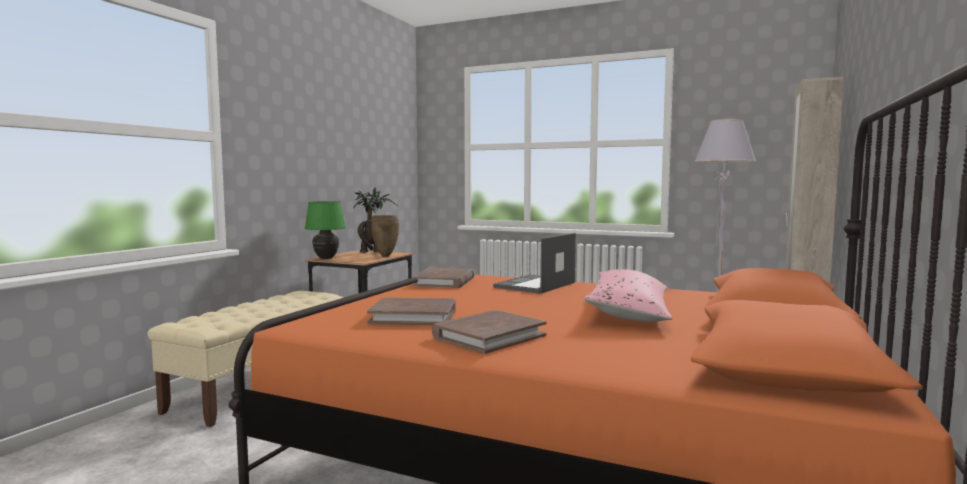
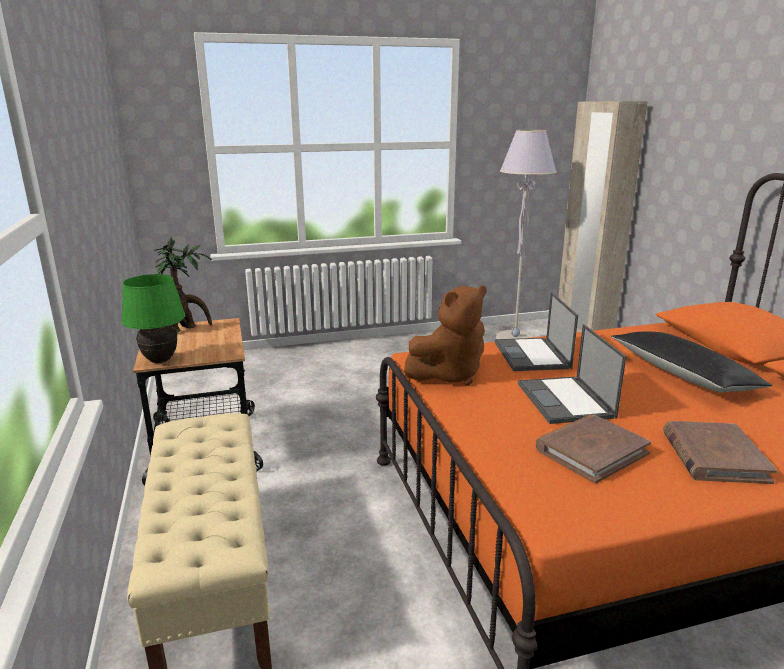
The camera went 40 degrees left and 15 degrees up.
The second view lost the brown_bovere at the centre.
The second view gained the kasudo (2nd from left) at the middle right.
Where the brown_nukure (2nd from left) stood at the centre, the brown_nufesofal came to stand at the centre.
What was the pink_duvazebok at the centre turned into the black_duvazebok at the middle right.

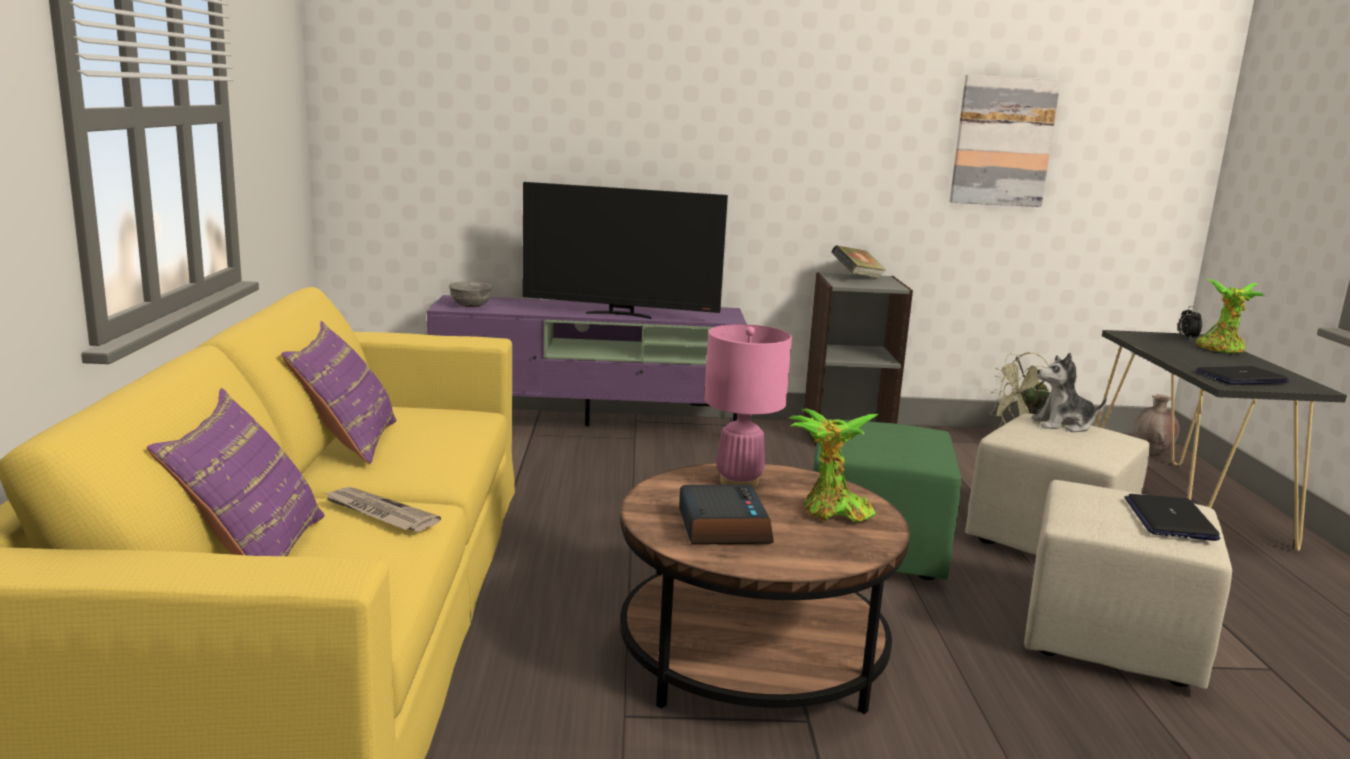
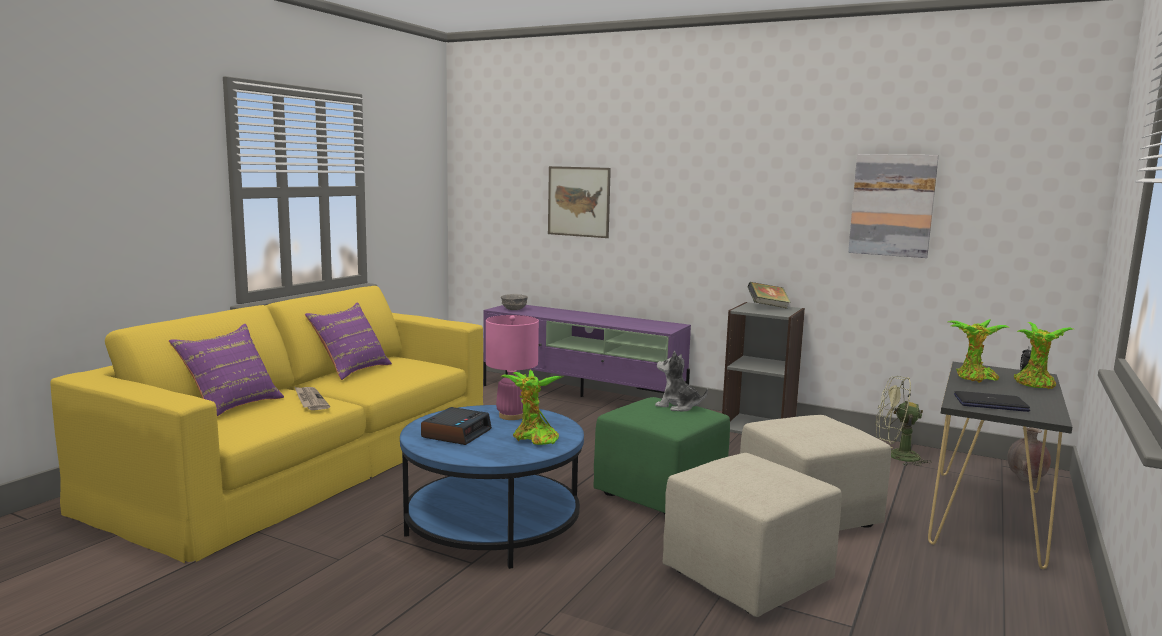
The camera went 30 degrees right and 5 degrees down.
The second view lost the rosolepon at the top centre.
The second view lost the kasudo (1st from left) at the bottom right.
The second view gained the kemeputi (1st from left) at the top centre.
The second view gained the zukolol (2nd from left) at the middle right.
The nufesofal ended up elsewhere, having gone from the middle right to the centre.
What was the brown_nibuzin at the bottom centre turned into the blue_nibuzin at the bottom centre.

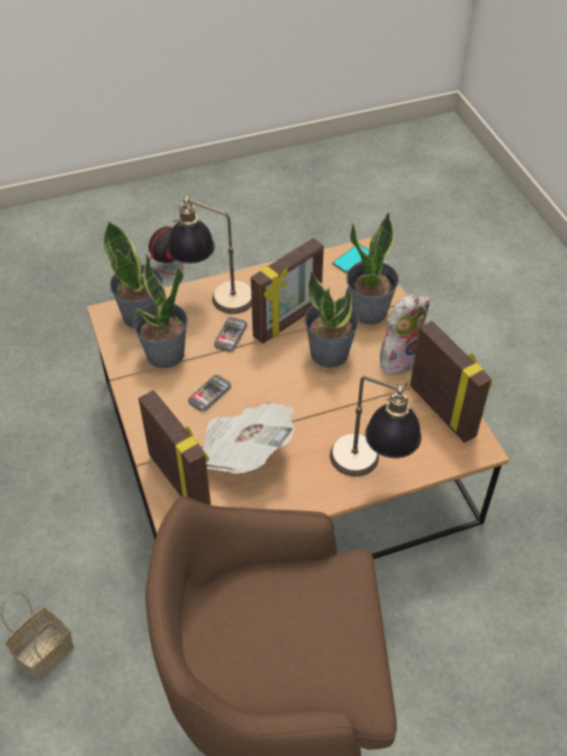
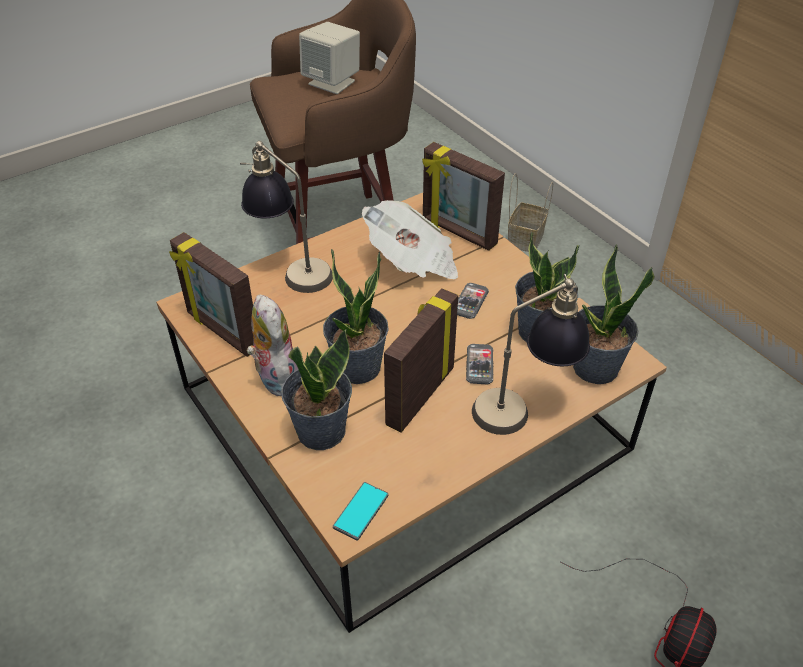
The camera went 165 degrees right and 5 degrees down.
The second view gained the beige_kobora at the top centre.
The nufesofal at the middle right ended up facing another way, 120 degrees clockwise from before.

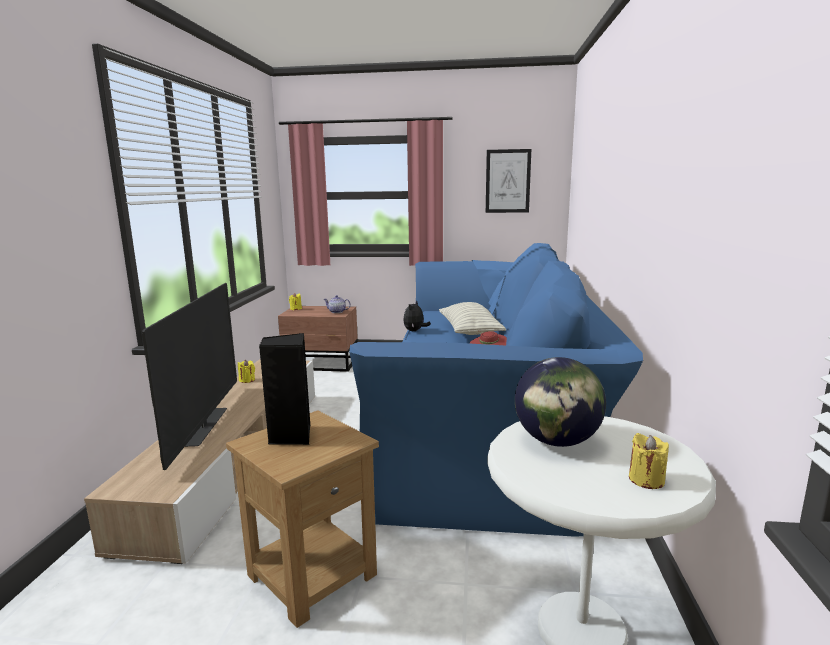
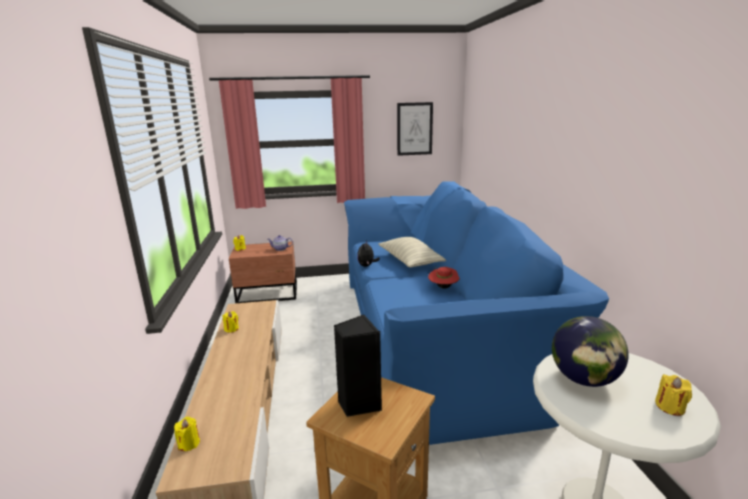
The camera went 15 degrees left and 5 degrees up.
The second view lost the rosolepon at the middle left.
The second view gained the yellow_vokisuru (1st from left) at the bottom left.

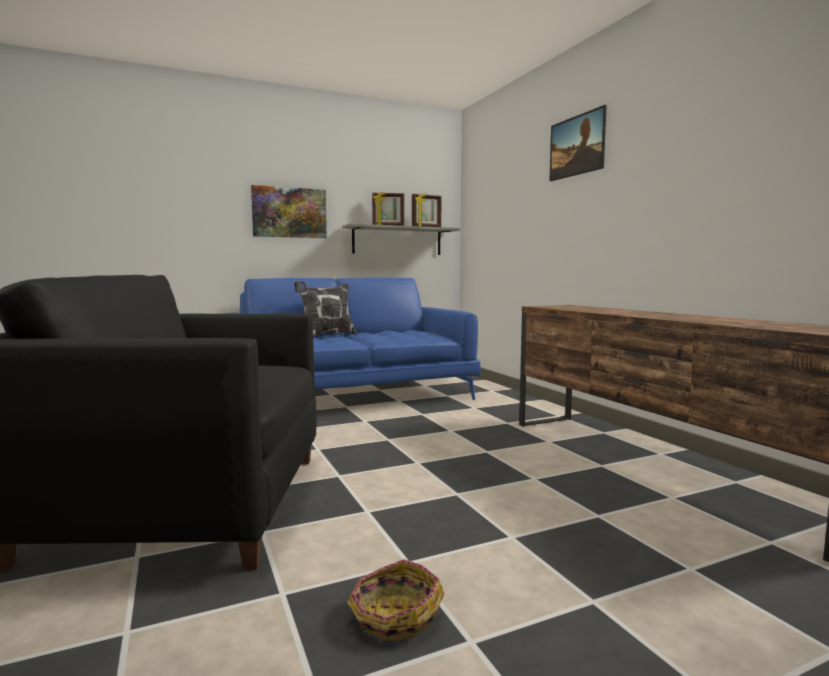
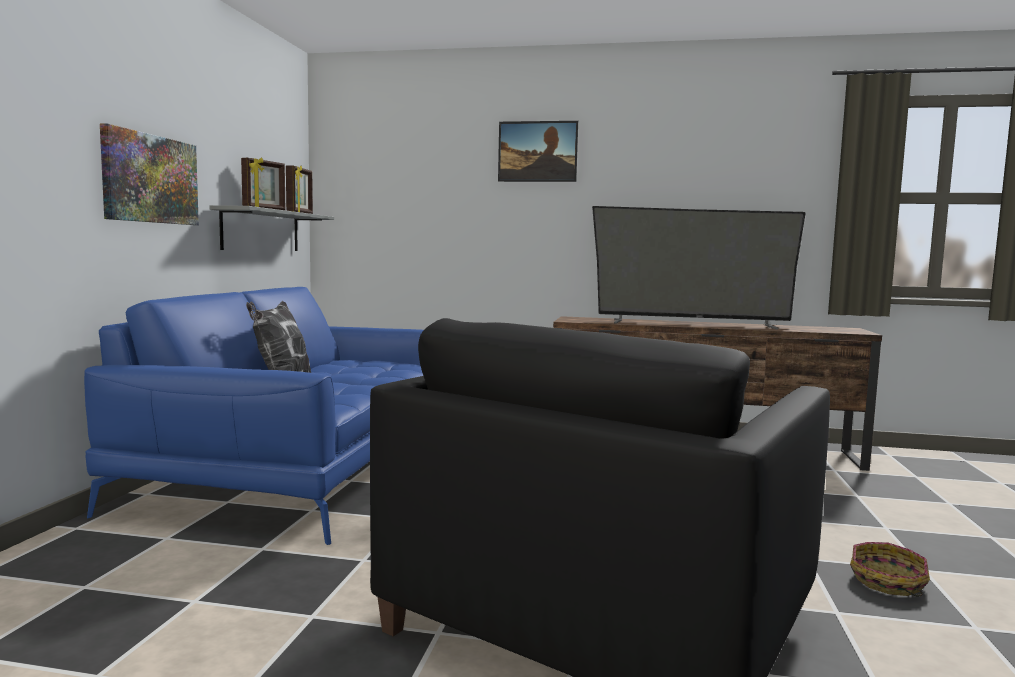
The camera went 55 degrees left and 0 degrees up.
The second view gained the rosolepon at the middle right.

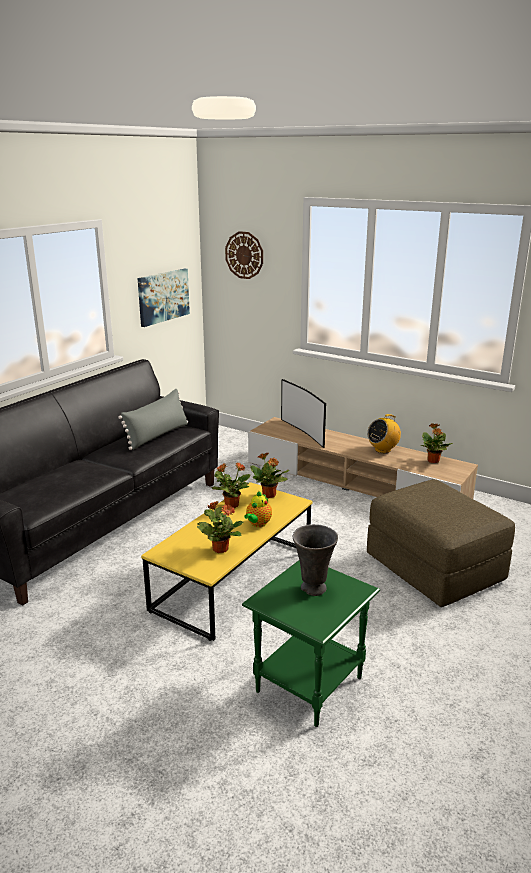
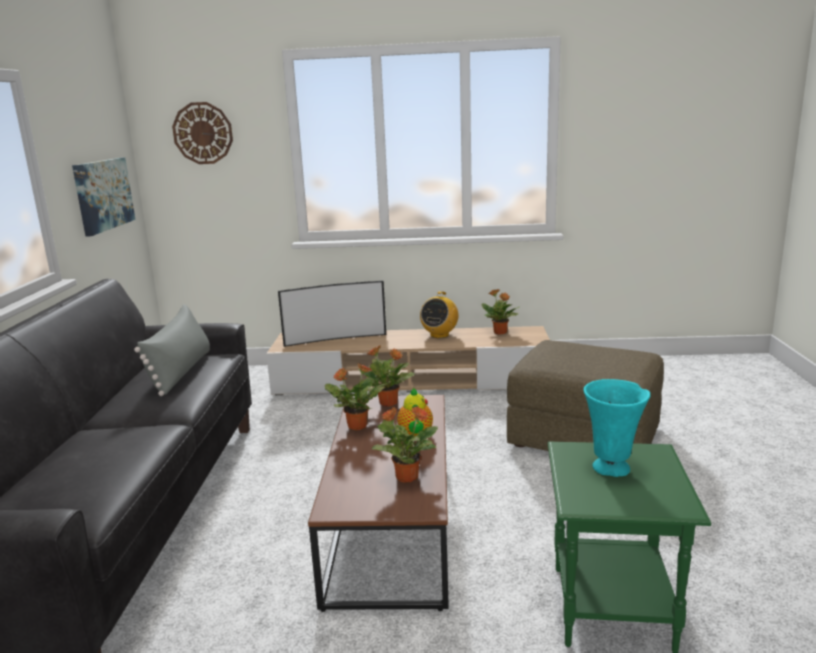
The camera went 30 degrees left and 5 degrees down.
What was the yellow_nibuzin at the centre turned into the brown_nibuzin at the bottom centre.
What was the grey_bovere at the centre turned into the turquoise_bovere at the middle right.
The rosolepon at the centre ended up facing another way, 45 degrees counterclockwise from before.

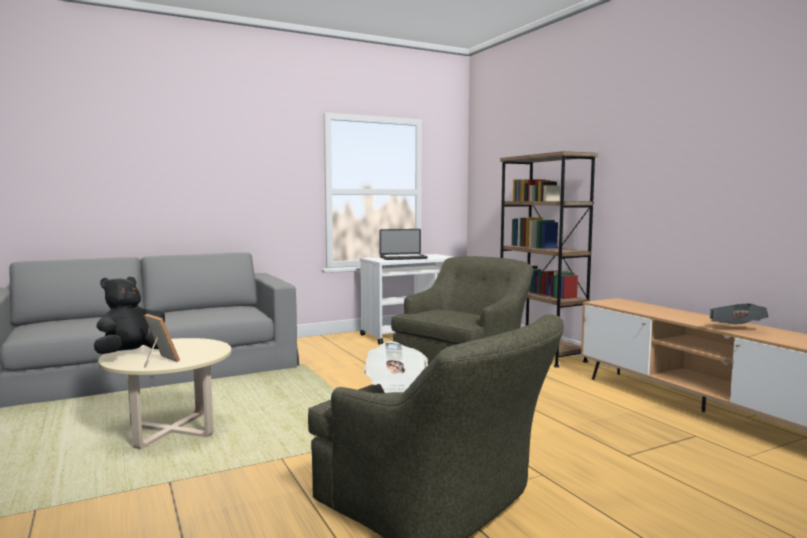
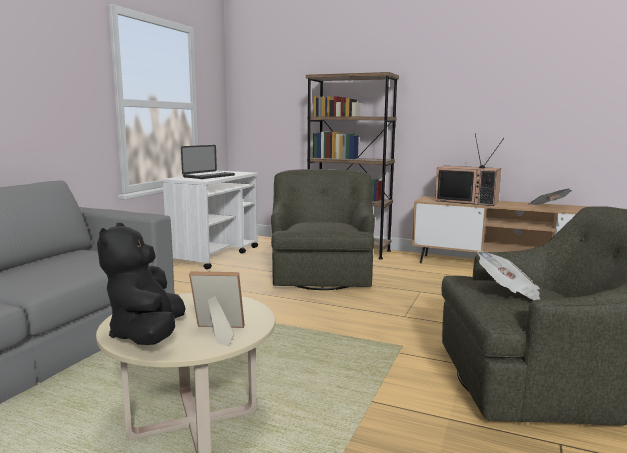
The camera went 40 degrees left and 5 degrees up.
The second view gained the rosolepon at the middle right.

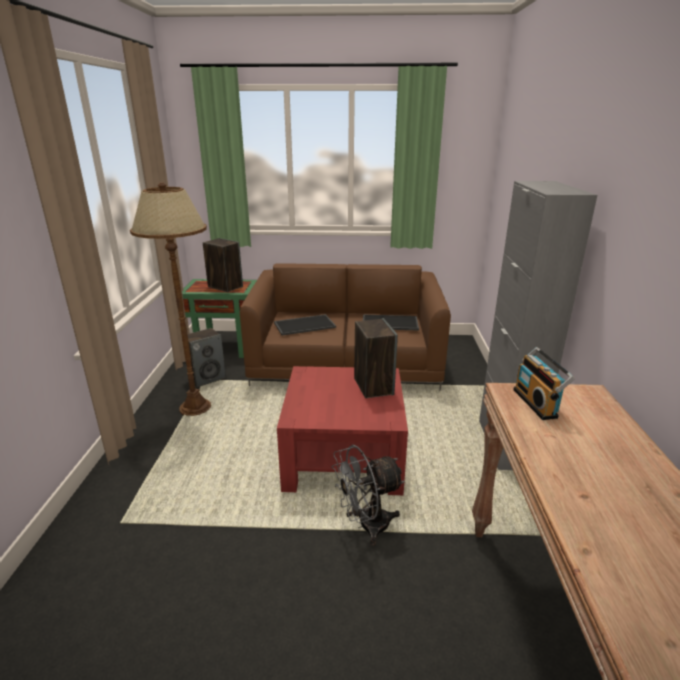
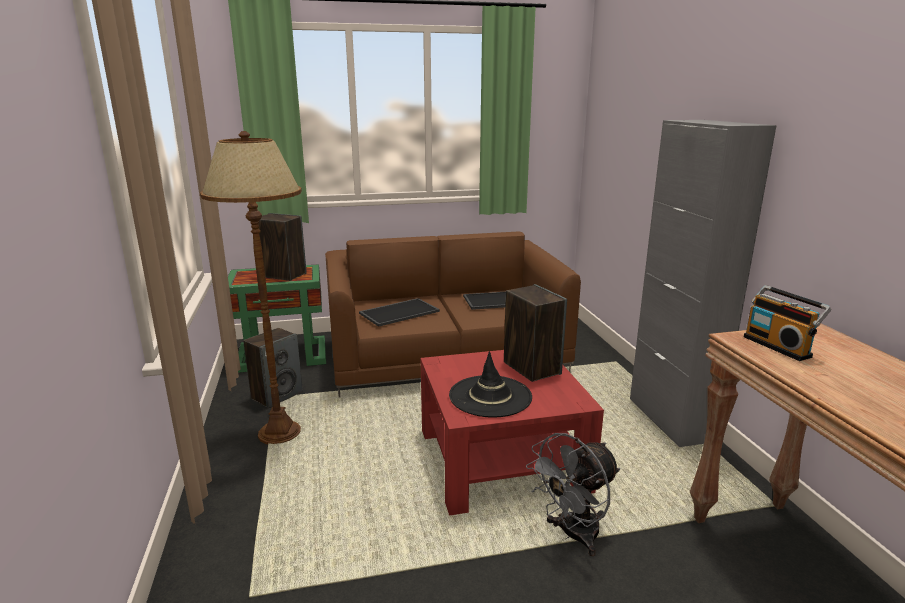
The camera went 15 degrees left and 5 degrees down.
The second view gained the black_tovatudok at the centre.

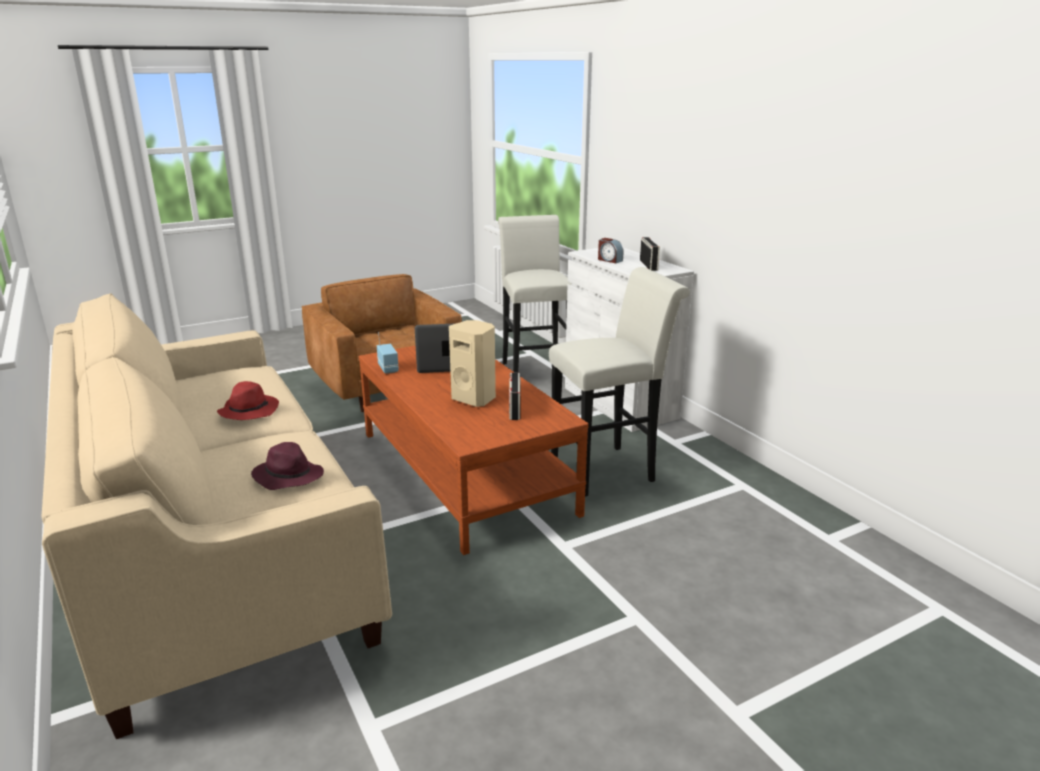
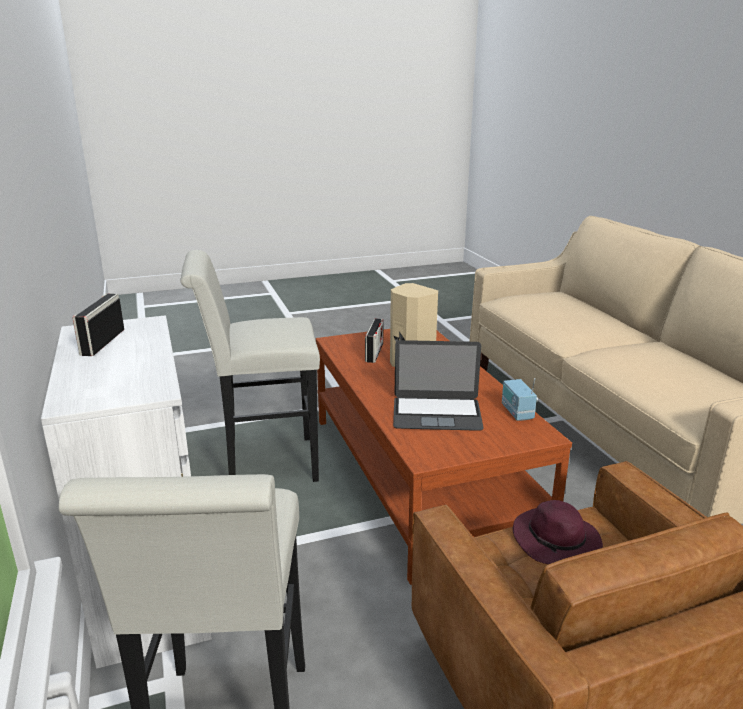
The camera went 170 degrees left and 0 degrees up.
The second view lost the red_tovatudok at the middle left.
The second view lost the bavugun at the top centre.
The purple_tovatudok ended up elsewhere, having gone from the middle left to the bottom right.

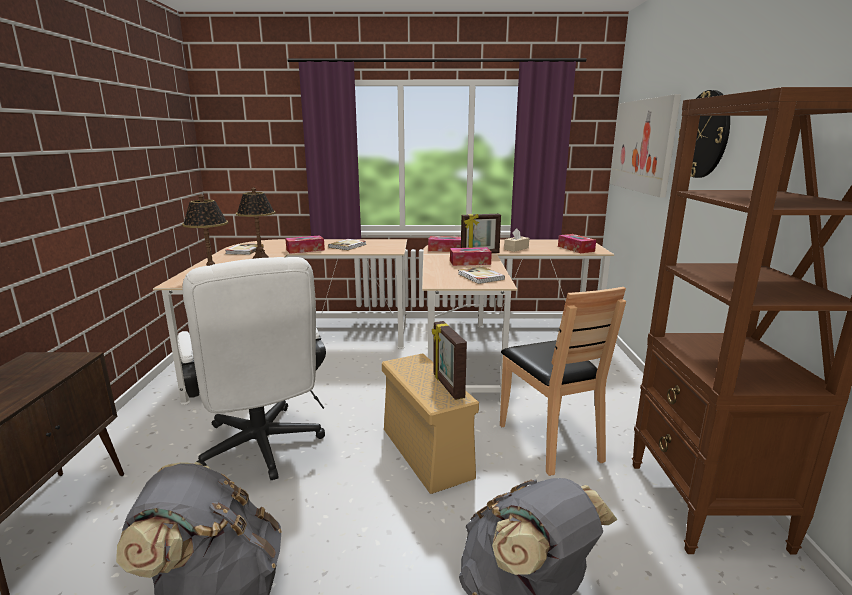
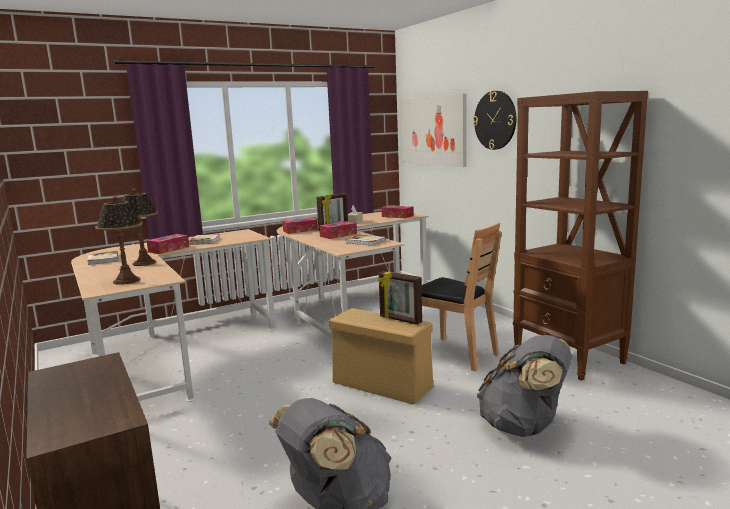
The camera went 30 degrees left and 5 degrees down.
The second view lost the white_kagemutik at the middle left.

